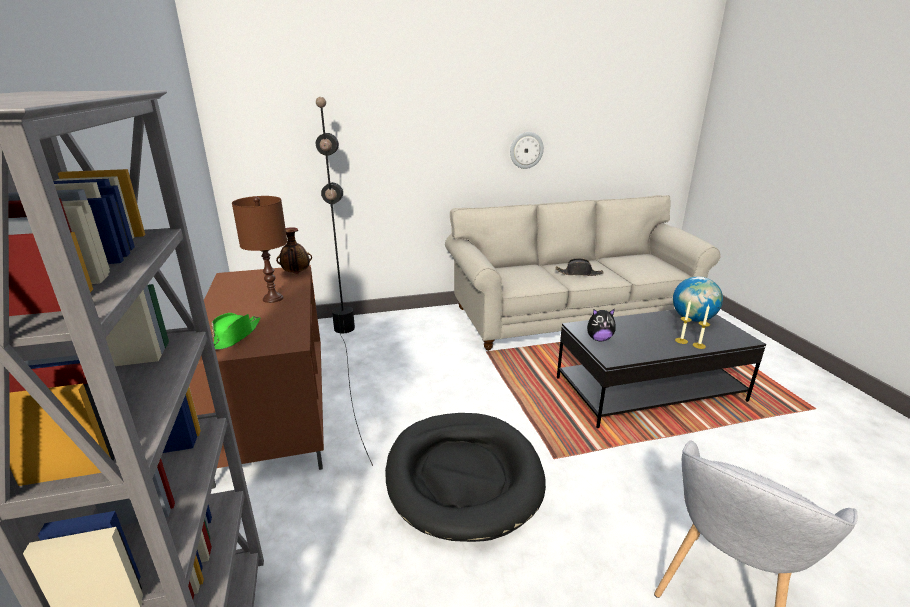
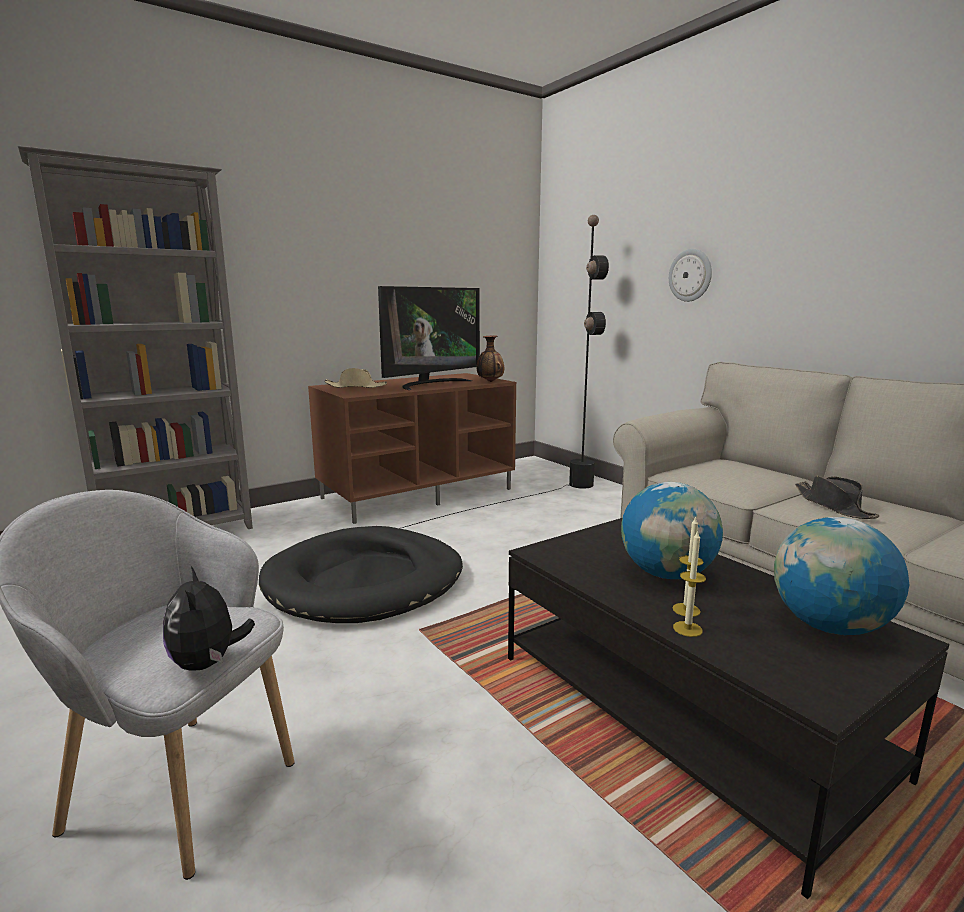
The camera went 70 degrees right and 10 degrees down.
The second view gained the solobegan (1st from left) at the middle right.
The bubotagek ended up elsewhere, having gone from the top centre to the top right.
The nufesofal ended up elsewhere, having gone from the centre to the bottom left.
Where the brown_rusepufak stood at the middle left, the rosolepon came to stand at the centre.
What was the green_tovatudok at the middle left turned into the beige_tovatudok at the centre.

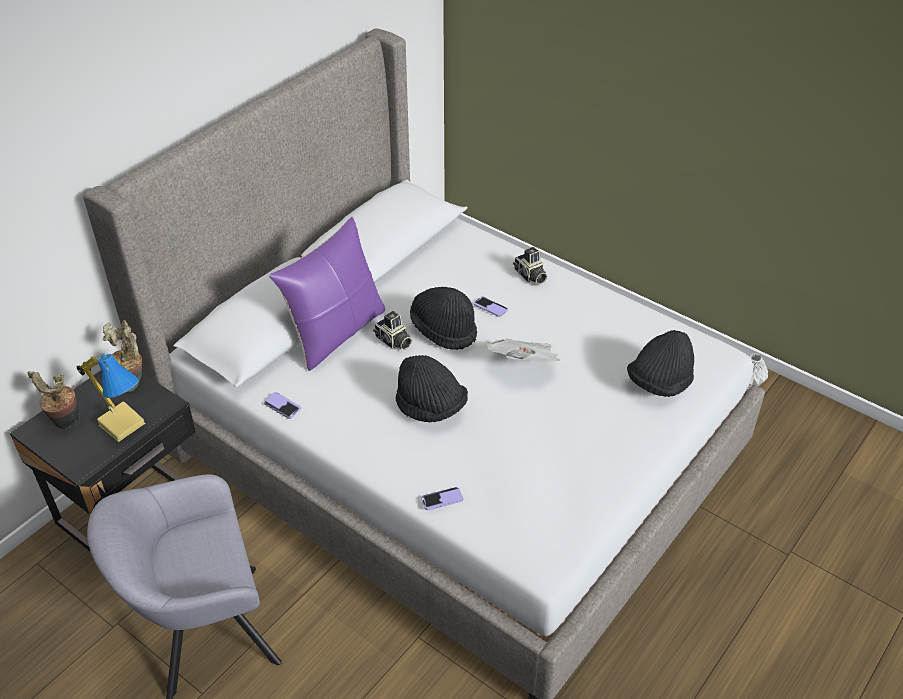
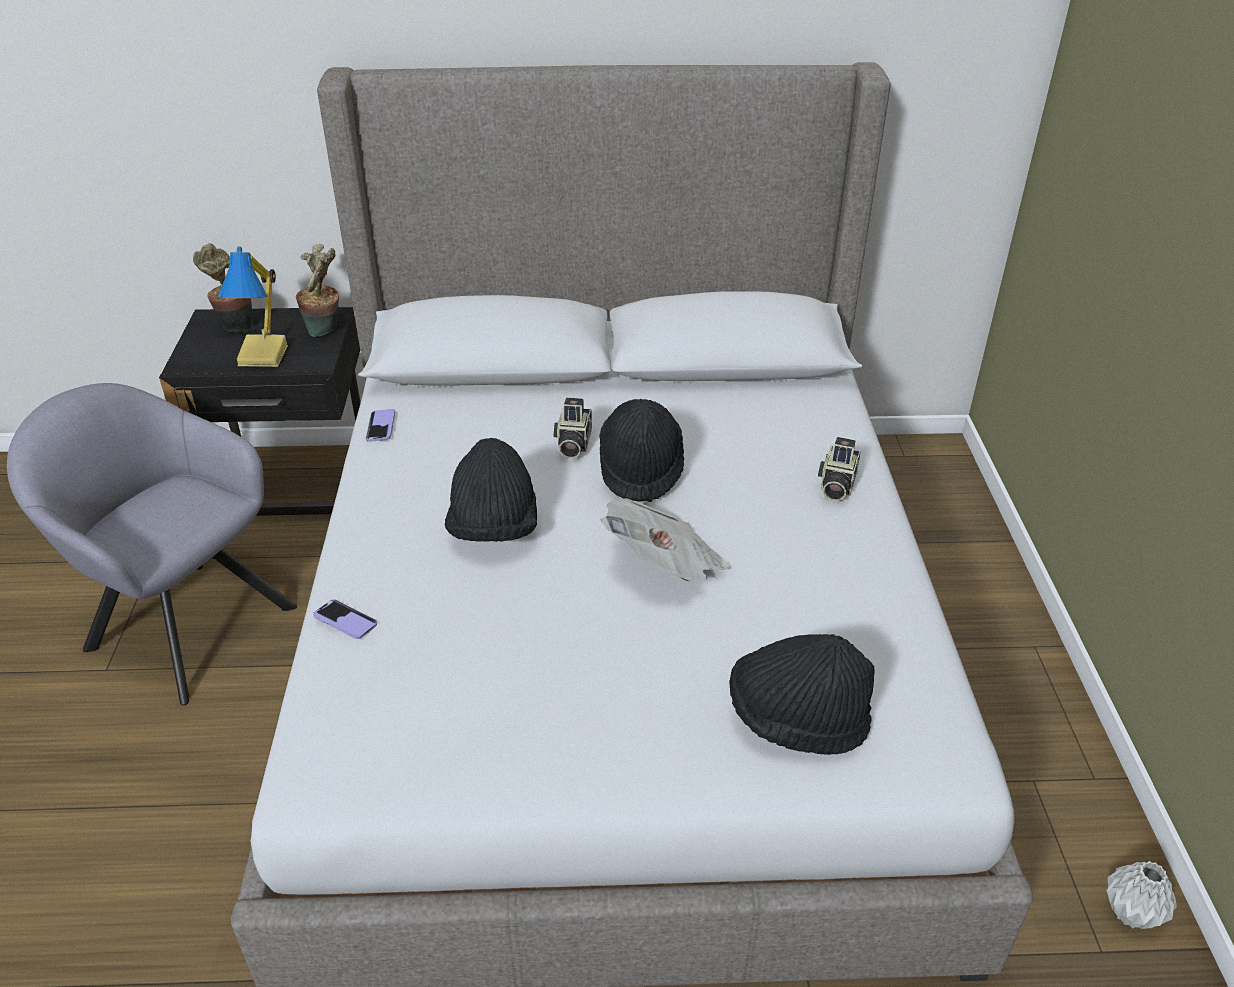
The camera went 50 degrees right and 5 degrees down.
The second view lost the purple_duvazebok at the centre.
The second view lost the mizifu (3rd from left) at the centre.

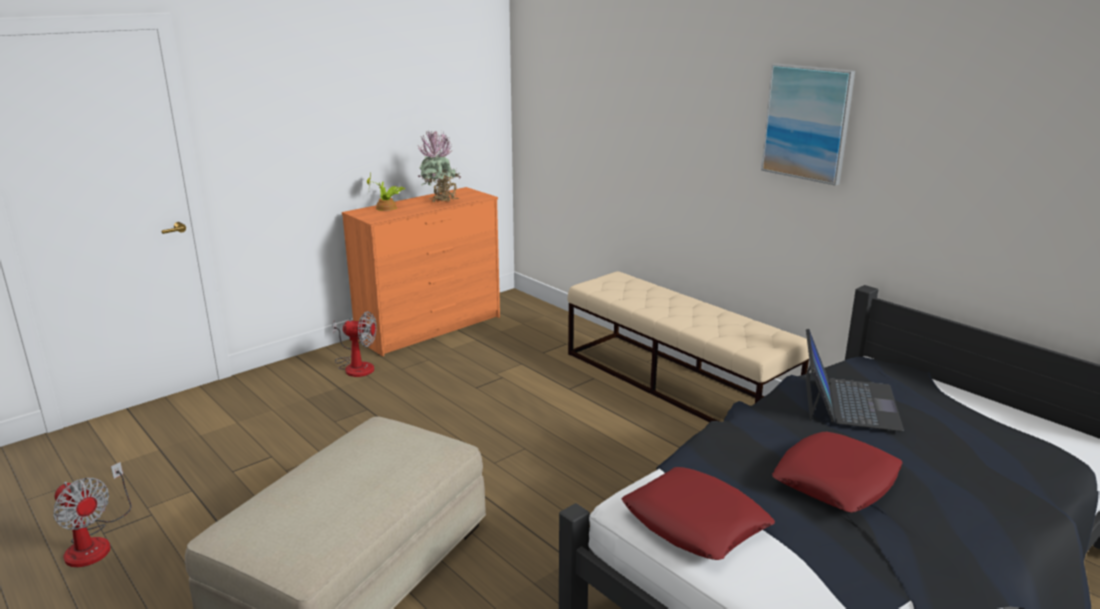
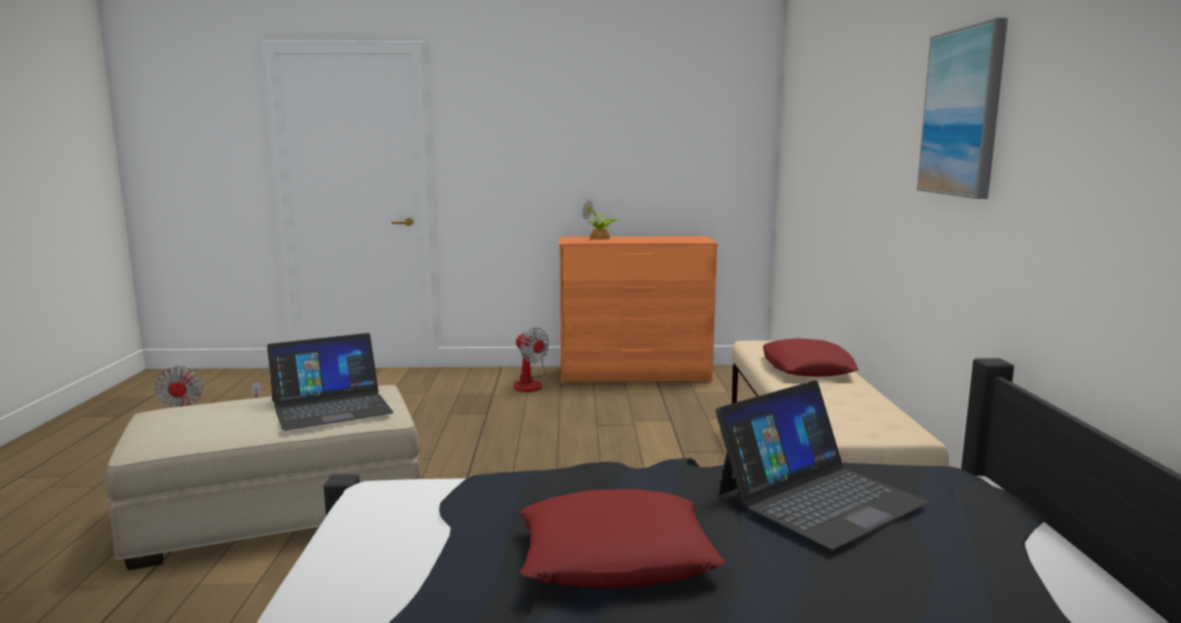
The camera went 40 degrees right and 10 degrees down.
The second view lost the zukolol (2nd from left) at the top centre.
The second view gained the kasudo (1st from left) at the middle left.
The red_duvazebok (1st from left in the first image) ended up elsewhere, having gone from the bottom centre to the middle right.

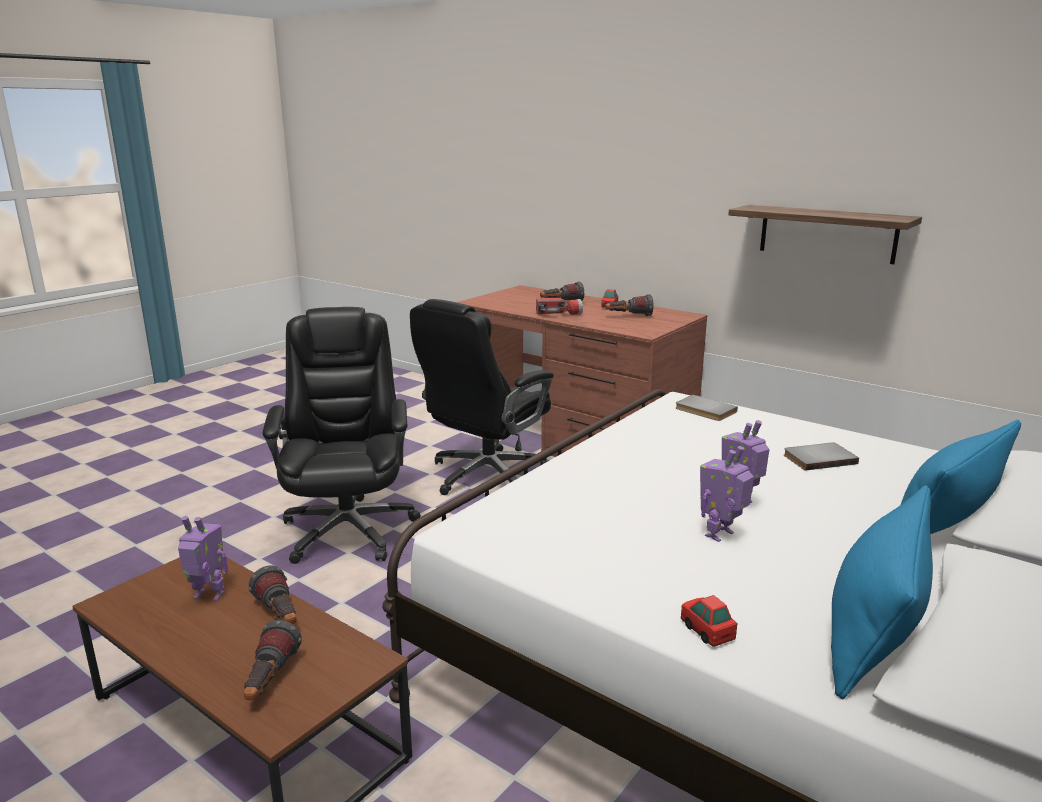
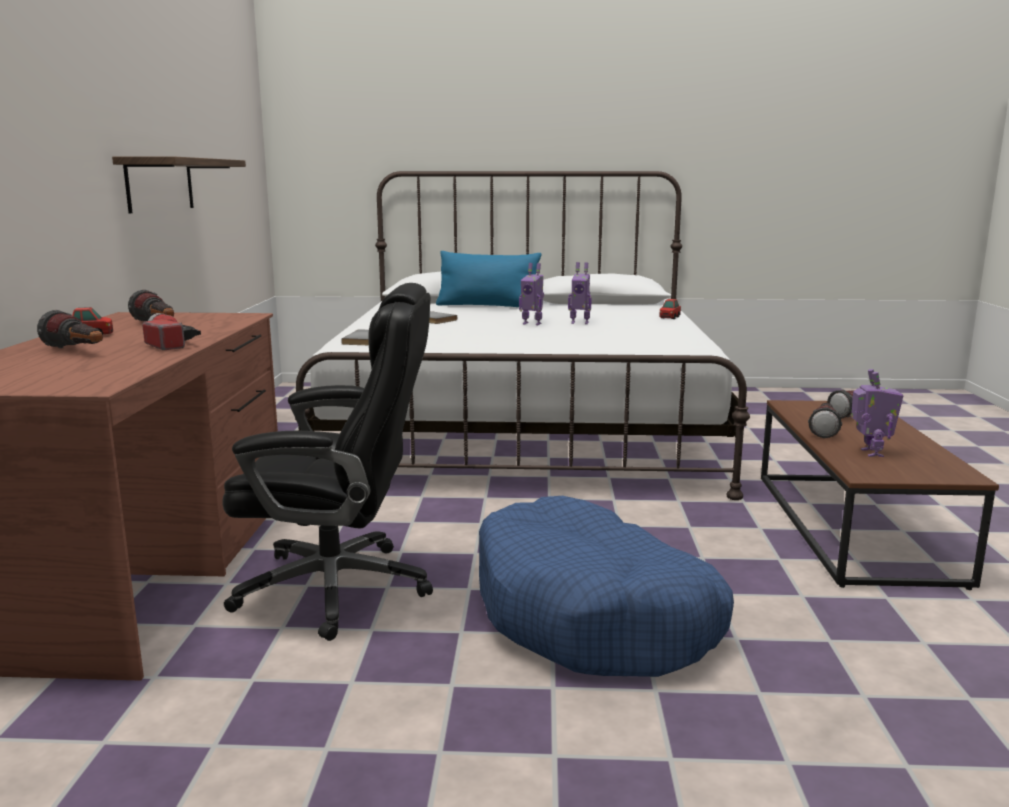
The camera went 125 degrees left and 5 degrees down.
The second view lost the blue_duvazebok (1st from left) at the bottom right.
Where the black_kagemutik (1st from left) stood at the middle left, the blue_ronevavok came to stand at the bottom centre.
The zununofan (1st from left in the first image) at the bottom left ended up facing another way, 150 degrees counterclockwise from before.

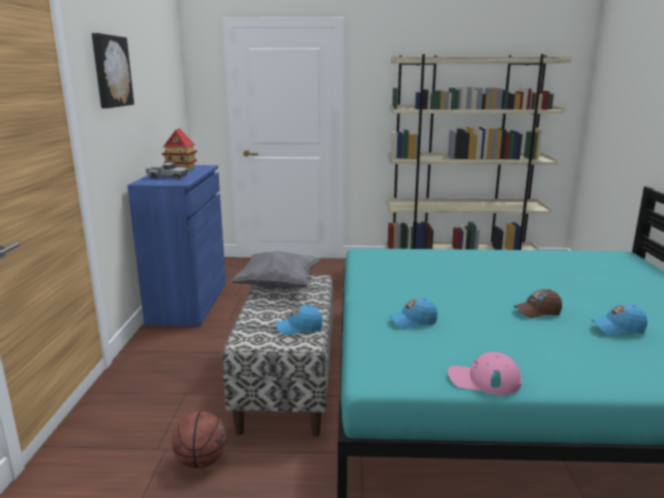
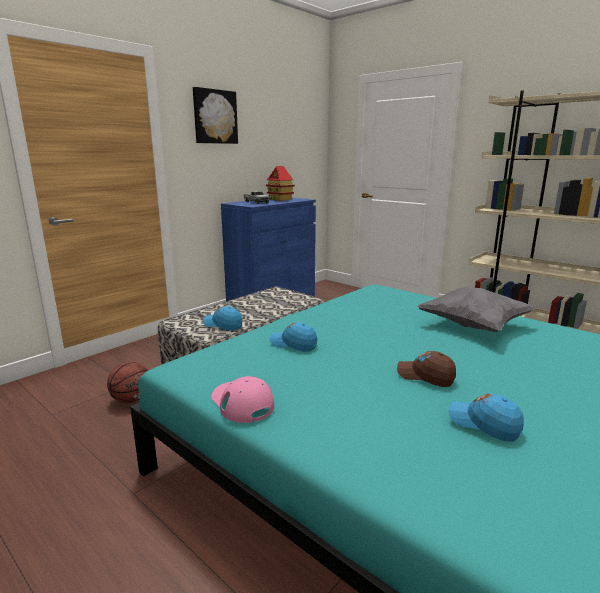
The camera went 40 degrees right and 0 degrees up.
The grey_duvazebok ended up elsewhere, having gone from the centre to the middle right.

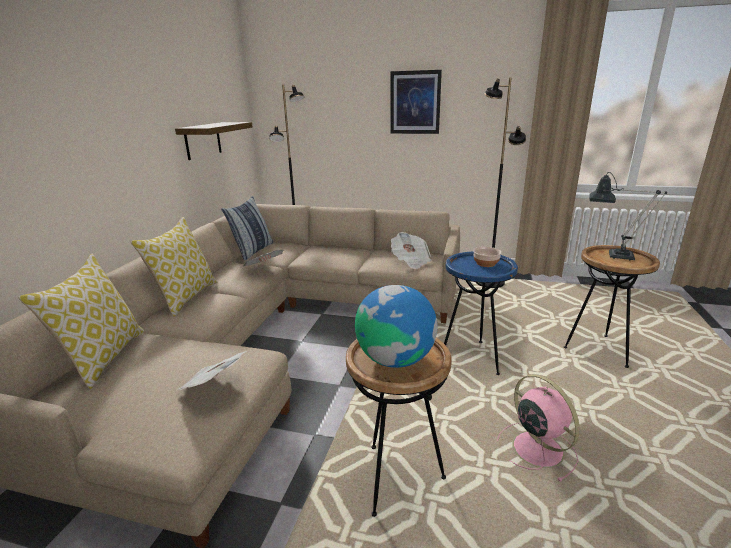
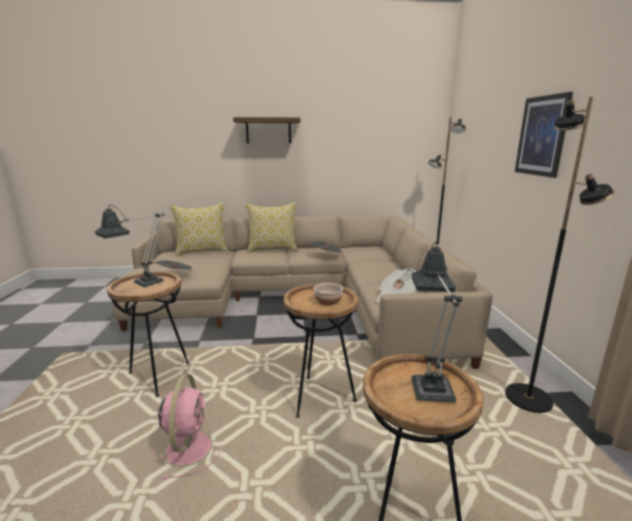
The camera went 70 degrees right and 5 degrees down.
The second view lost the duvazebok (3rd from left) at the centre.
The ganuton ended up elsewhere, having gone from the top left to the top centre.
Where the solobegan stood at the centre, the rusepufak (1st from left) came to stand at the middle left.
What was the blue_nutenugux at the centre turned into the brown_nutenugux (2nd from left) at the bottom centre.
The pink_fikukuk at the bottom right ended up facing another way, 45 degrees counterclockwise from before.

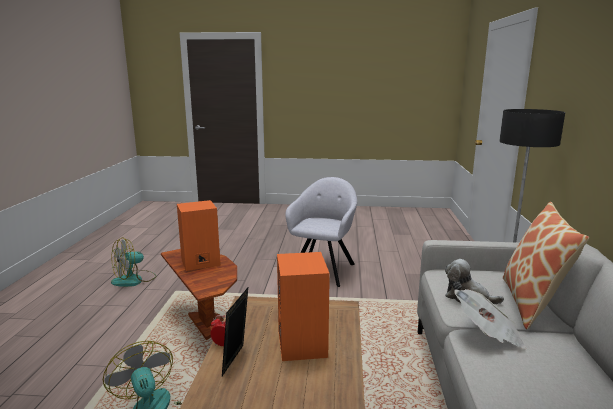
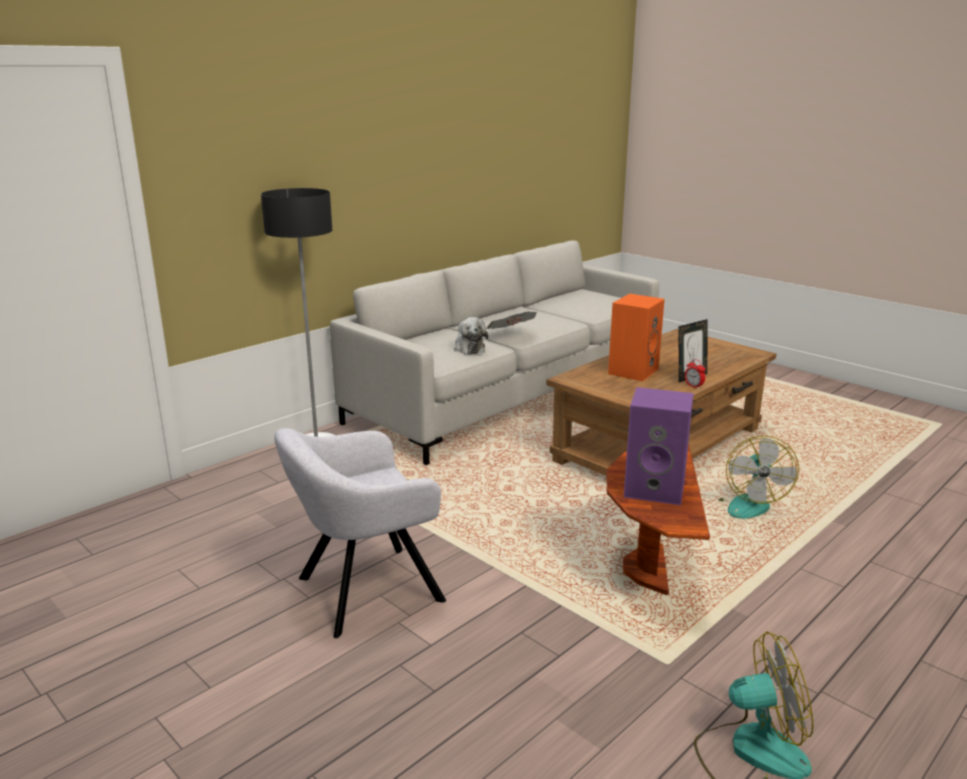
The camera went 140 degrees left and 5 degrees up.
The second view lost the duvazebok at the middle right.
What was the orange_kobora (1st from left) at the middle left turned into the purple_kobora at the middle right.

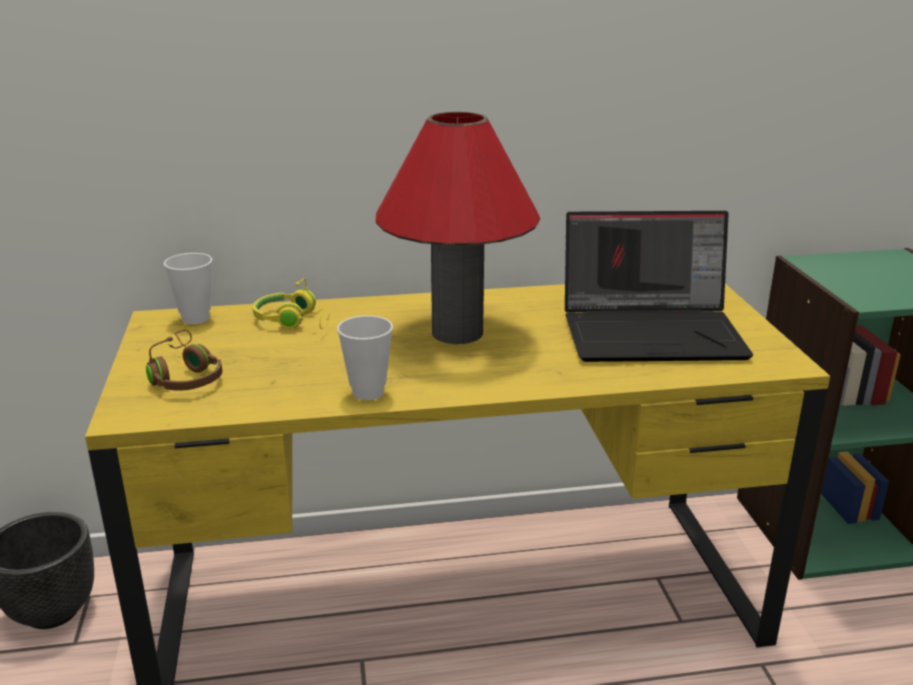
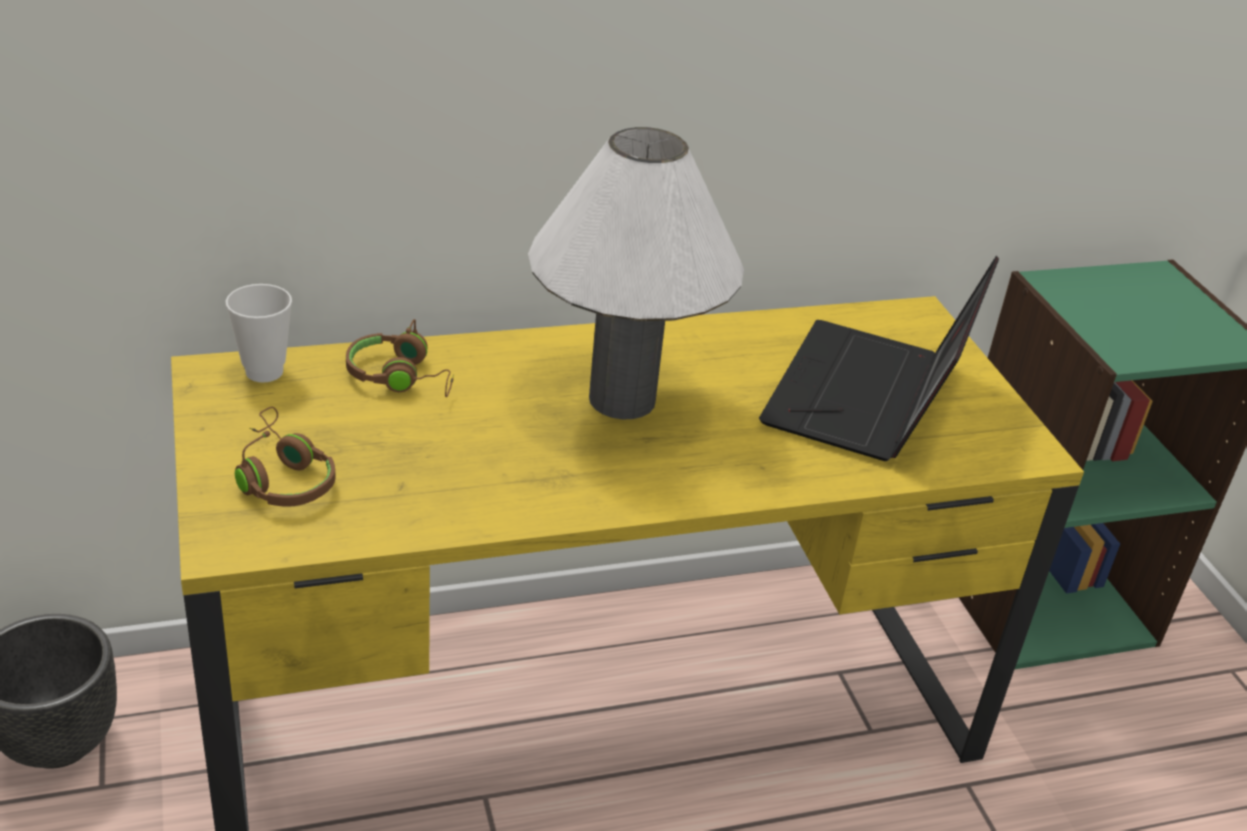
The camera went 10 degrees left and 10 degrees up.
The second view lost the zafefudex (2nd from left) at the centre.
What was the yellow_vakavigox at the middle left turned into the brown_vakavigox (2nd from left) at the middle left.
What was the red_rusepufak at the top centre turned into the white_rusepufak at the top centre.
The kasudo at the middle right ended up facing another way, 120 degrees clockwise from before.

